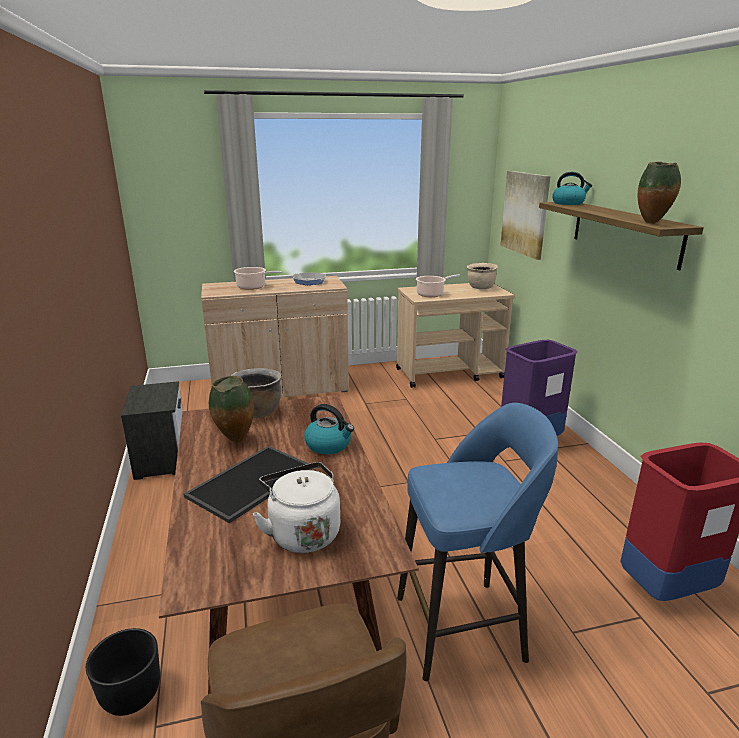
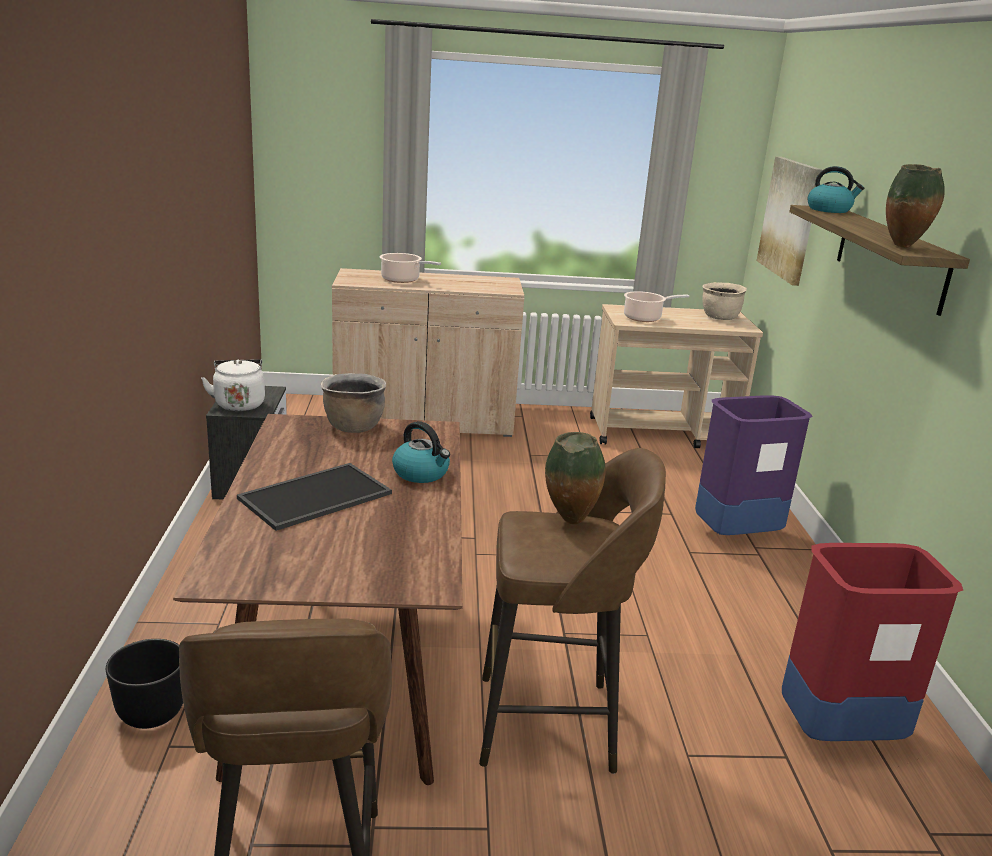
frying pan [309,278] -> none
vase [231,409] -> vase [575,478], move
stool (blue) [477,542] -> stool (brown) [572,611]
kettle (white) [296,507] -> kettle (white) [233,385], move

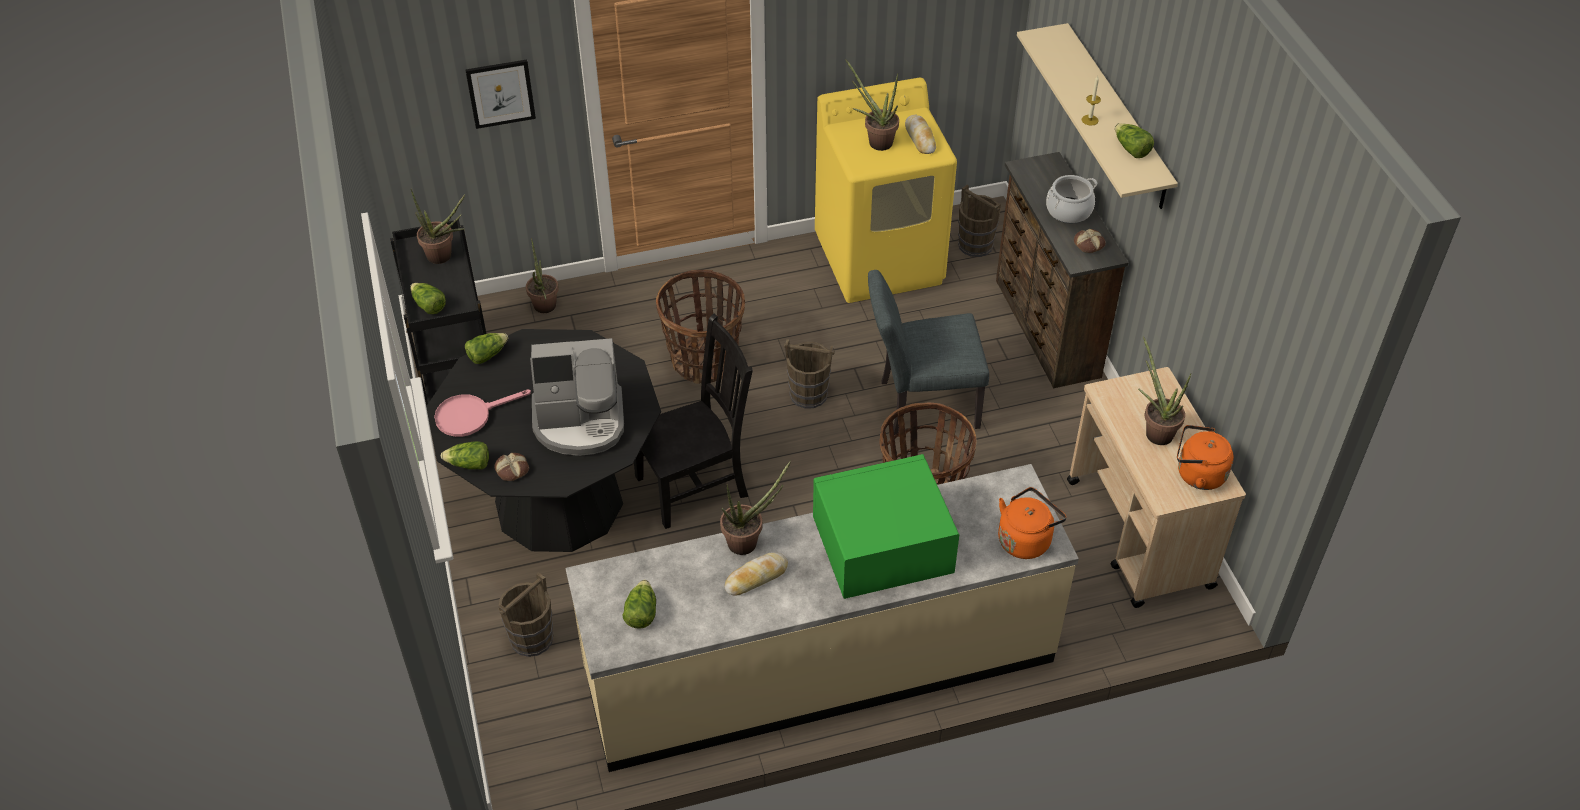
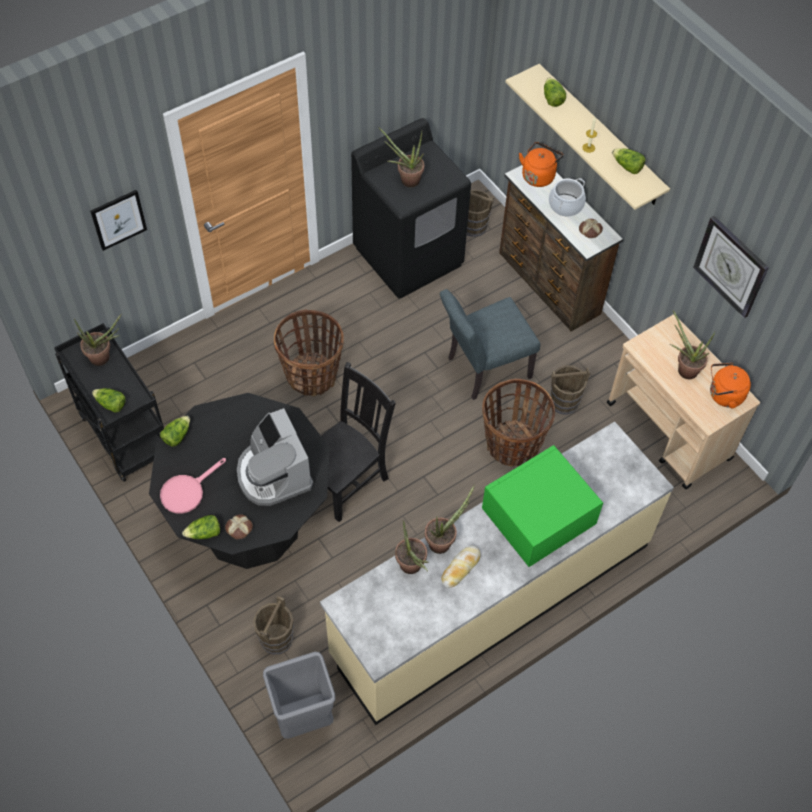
washing machine (yellow) [886,190] -> washing machine (black) [411,208]
bread [920,134] -> none
potted plant [542,275] -> potted plant [411,547], move
coffee machine [577,397] -> coffee machine [275,457], 90 degrees clockwise
bucket (brown) [809,374] -> bucket (brown) [570,390], move
kettle (orange) [1032,523] -> kettle (orange) [541,164], move
lettuce [639,604] -> lettuce [555,92], move
none -> wall clock [731,267]
none -> trash can (grey) [299,695]

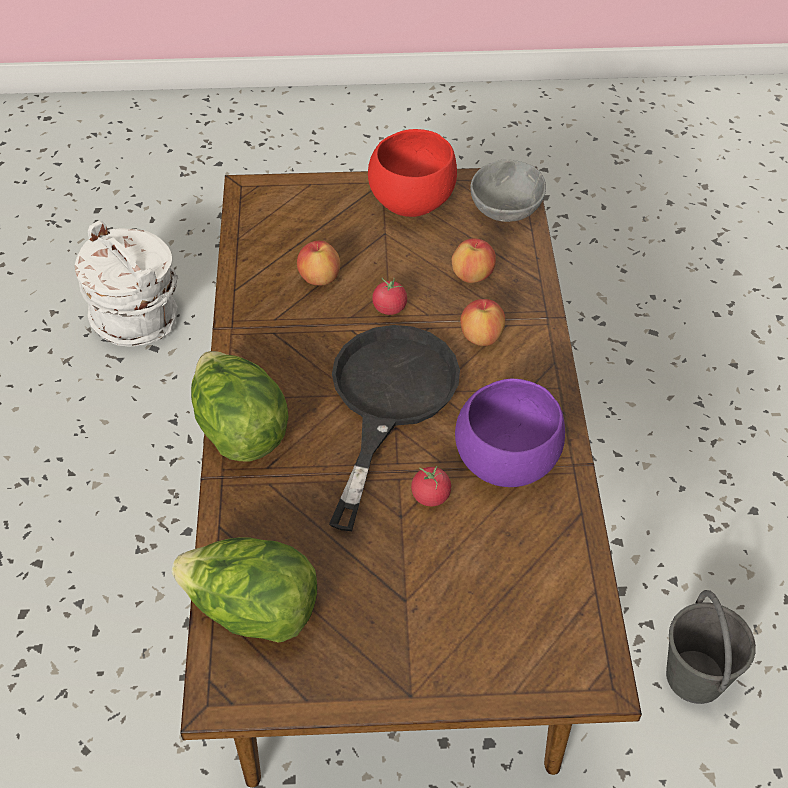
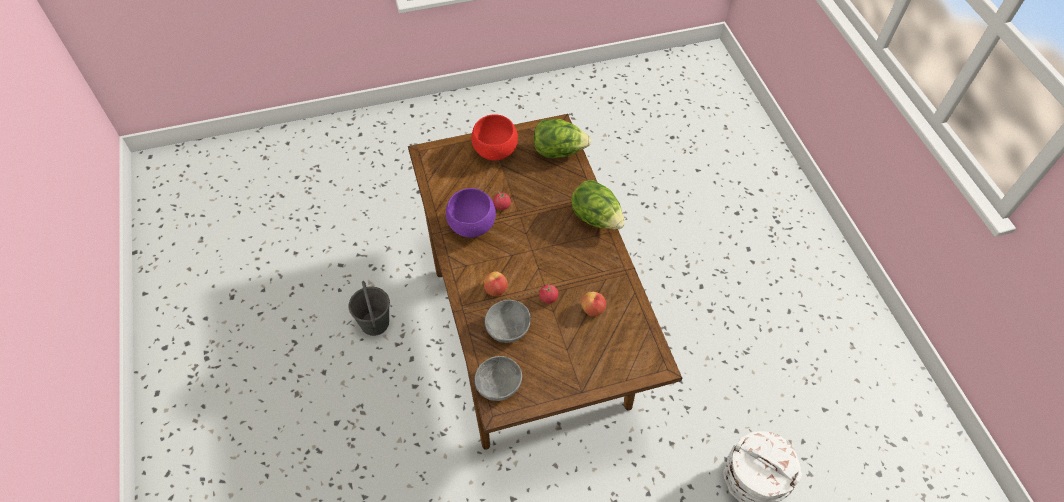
bowl (red) [412,173] -> bowl (red) [494,137], move
apple [474,260] -> bowl (grey) [508,321]
frying pan (black) [394,428] -> none

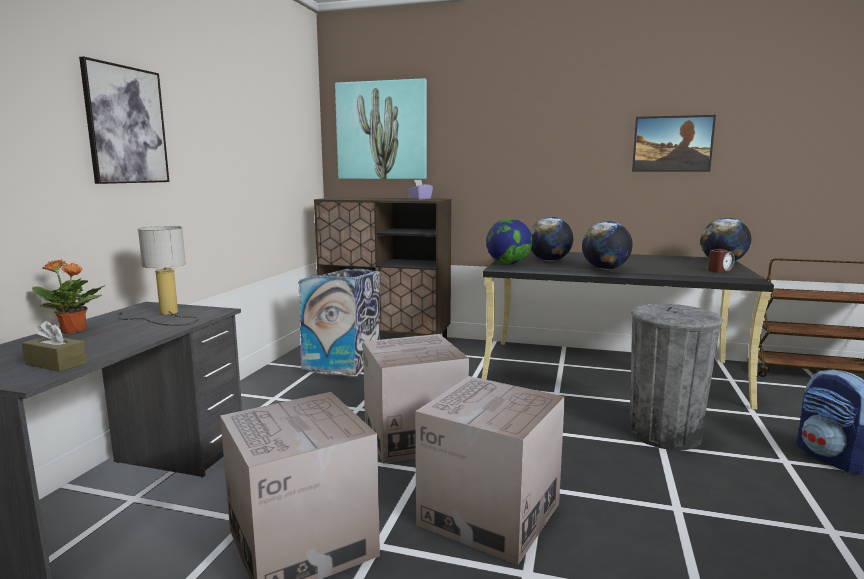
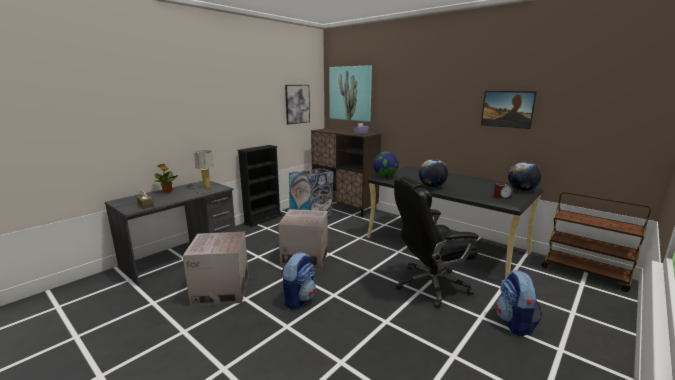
picture [124,120] -> picture [297,105], move
globe [551,239] -> none
trash can (grey) [676,377] -> office chair (black) [436,242]
cardboard box [490,470] -> backpack [298,281]
none -> bookcase (black) [259,186]

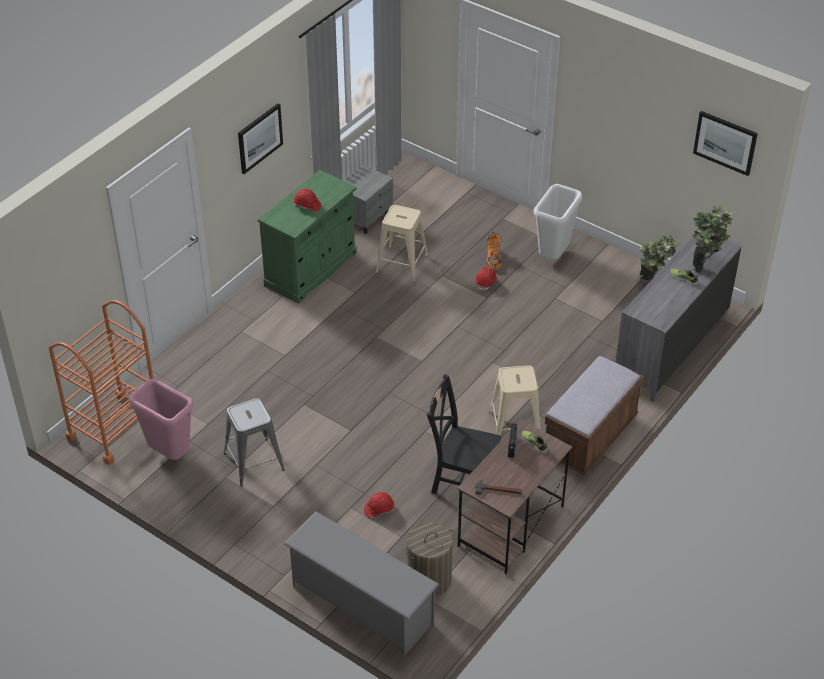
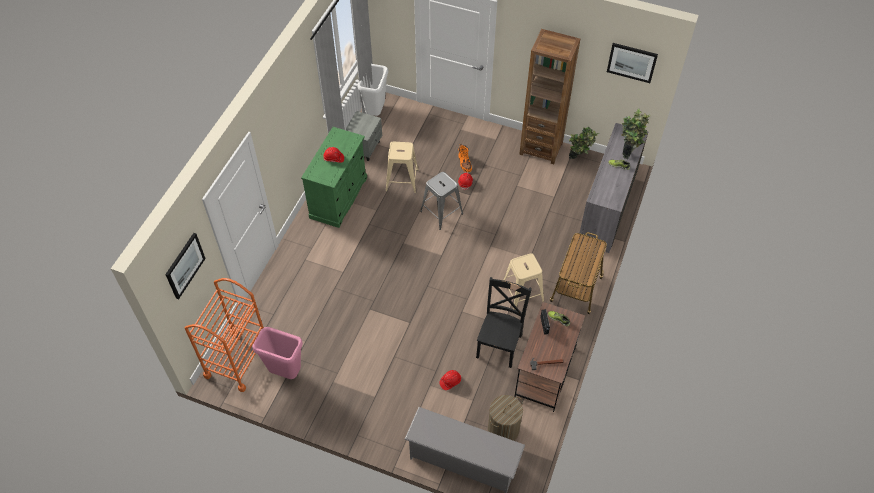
picture [260,138] -> picture [185,266], move
trash can (white) [558,221] -> trash can (white) [372,90], move
bench (brown) [594,415] -> cart [578,273]
chair (black) [464,434] -> chair (black) [504,322], 105 degrees clockwise
stool (grey) [254,442] -> stool (grey) [441,201], move
none -> bookcase (brown) [549,96]

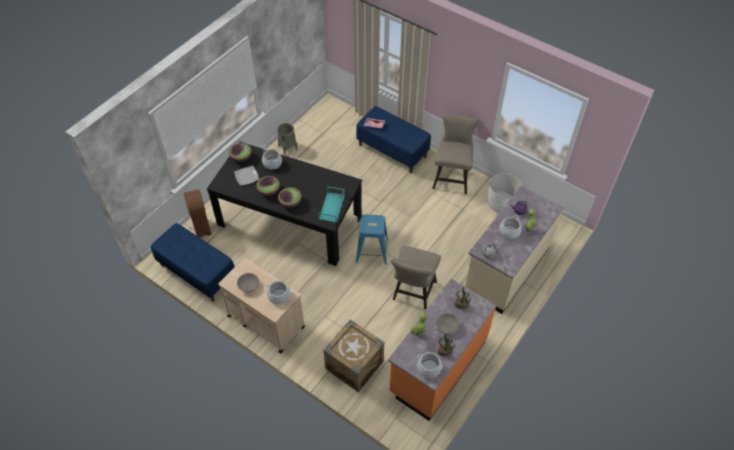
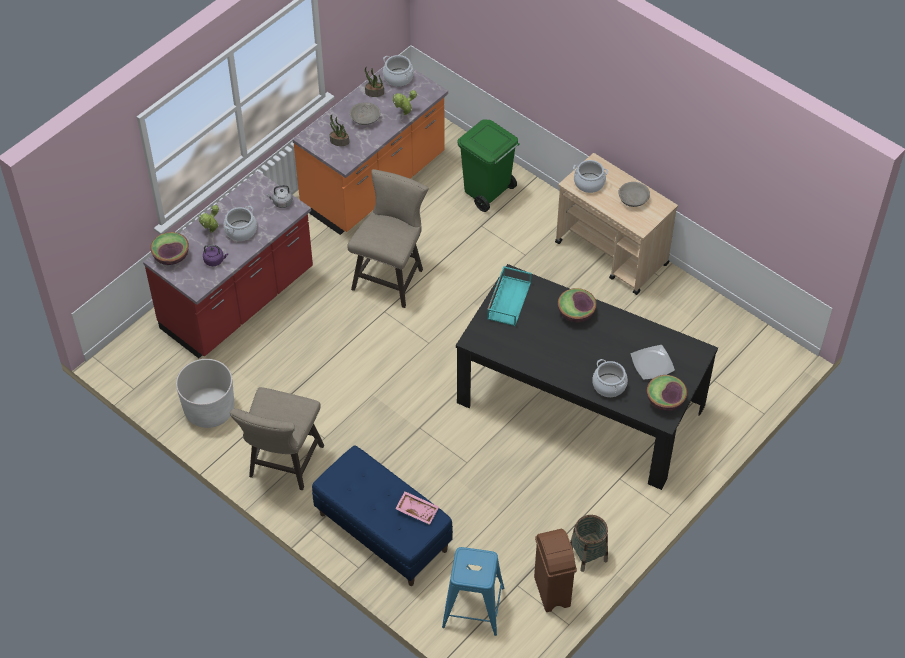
bowl [268,186] -> bowl [169,248], move
counter (beige) [514,250] -> counter (red) [228,264]
trash can (brown) [198,213] -> trash can (brown) [555,570], move
stool (blue) [372,239] -> stool (blue) [473,591], move
bench (blue) [193,262] -> none
crate [353,355] -> trash can (green) [488,165]

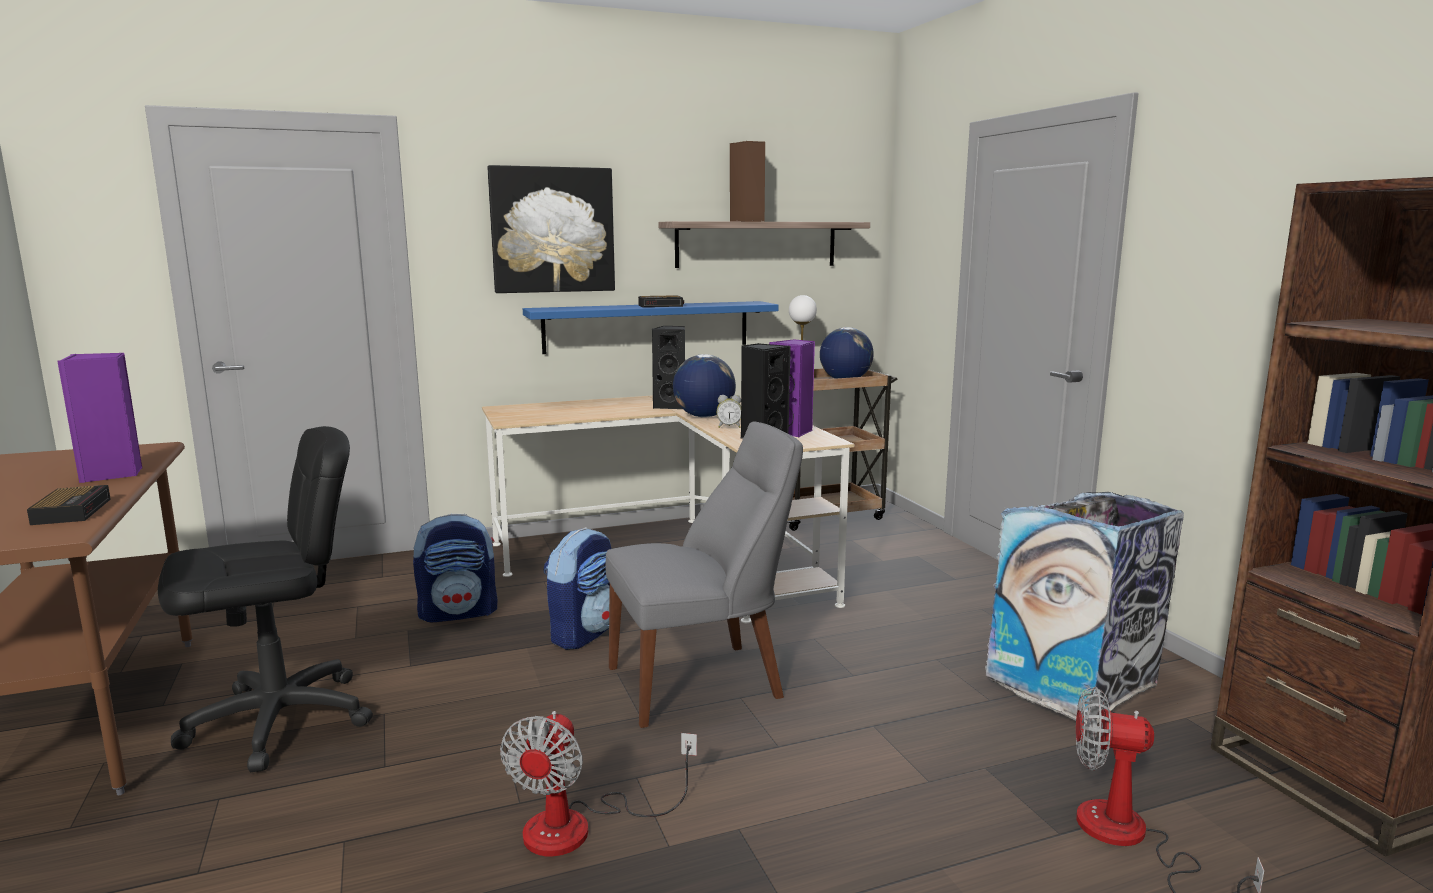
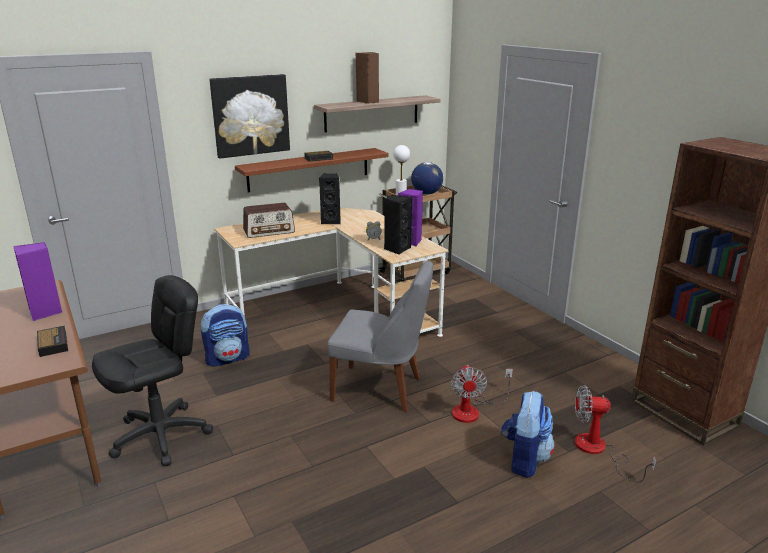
shelf (blue) [651,327] -> shelf (brown) [312,170]
globe [704,386] -> none
chair (grey) [704,574] -> chair (grey) [380,336], 45 degrees clockwise
trash can [1084,608] -> none
backpack [578,588] -> backpack [528,434], move
fan [598,783] -> fan [482,394], move
none -> radio [269,220]

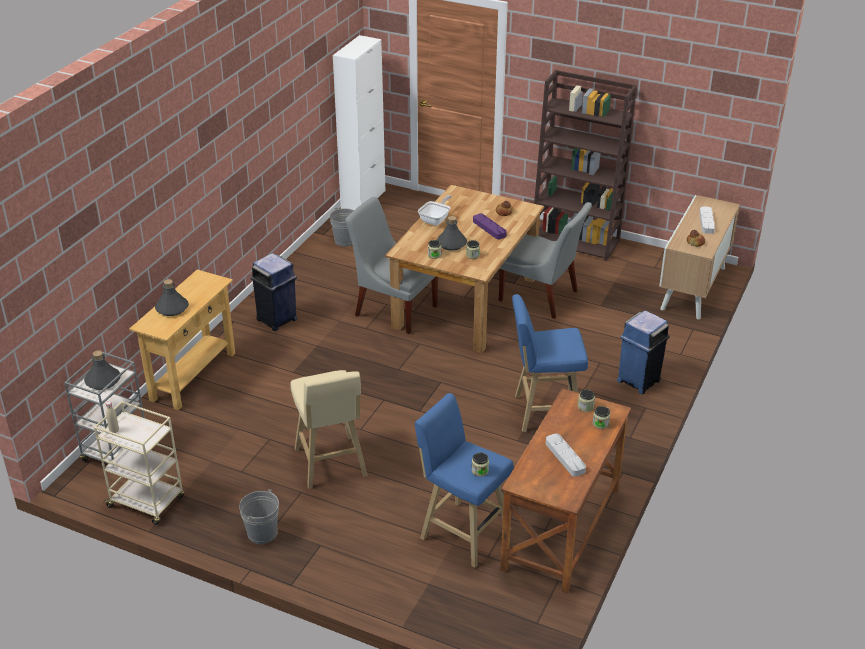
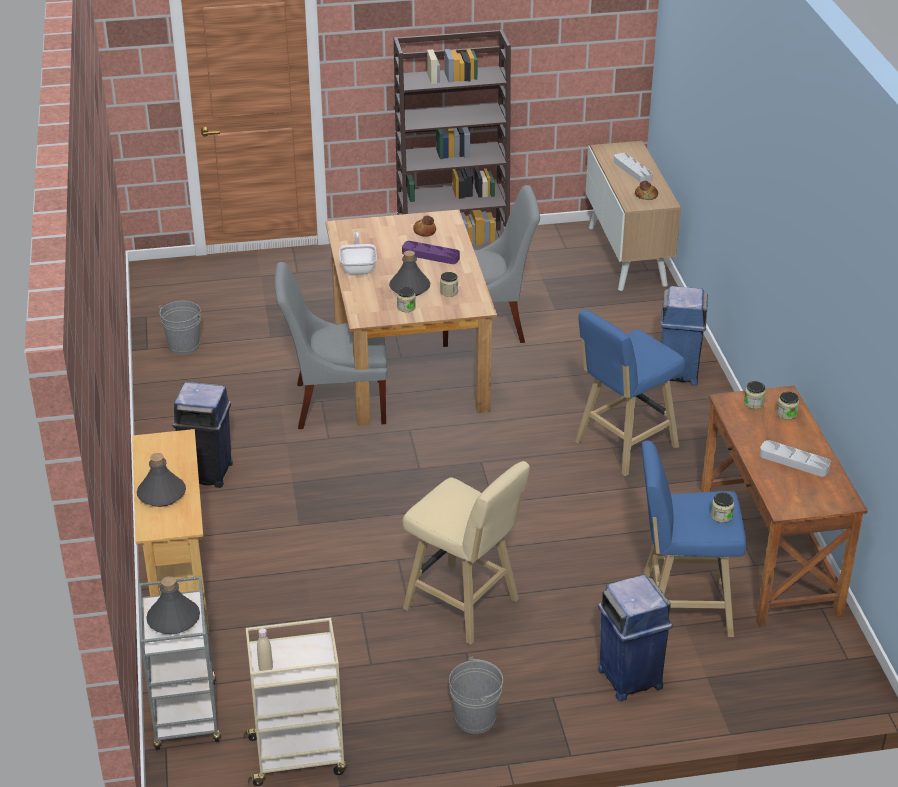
cabinet (white) [359,122] -> none
none -> trash can (blue) [635,638]

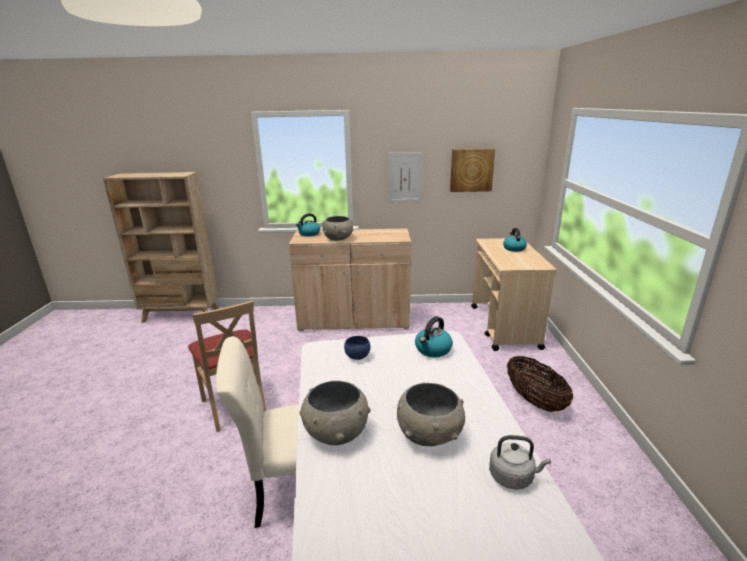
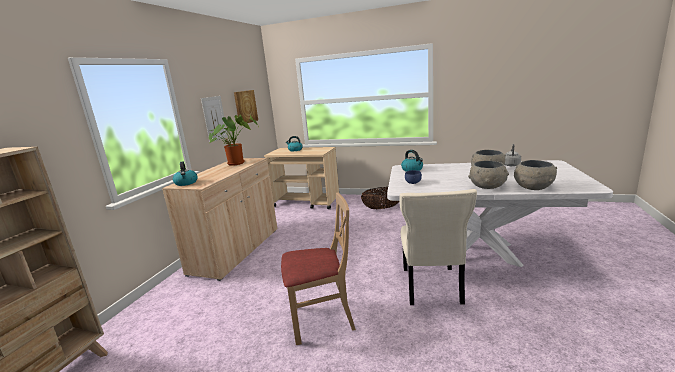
bowl (grey) [338,228] -> bowl (grey) [535,175], move
none -> potted plant [233,140]

